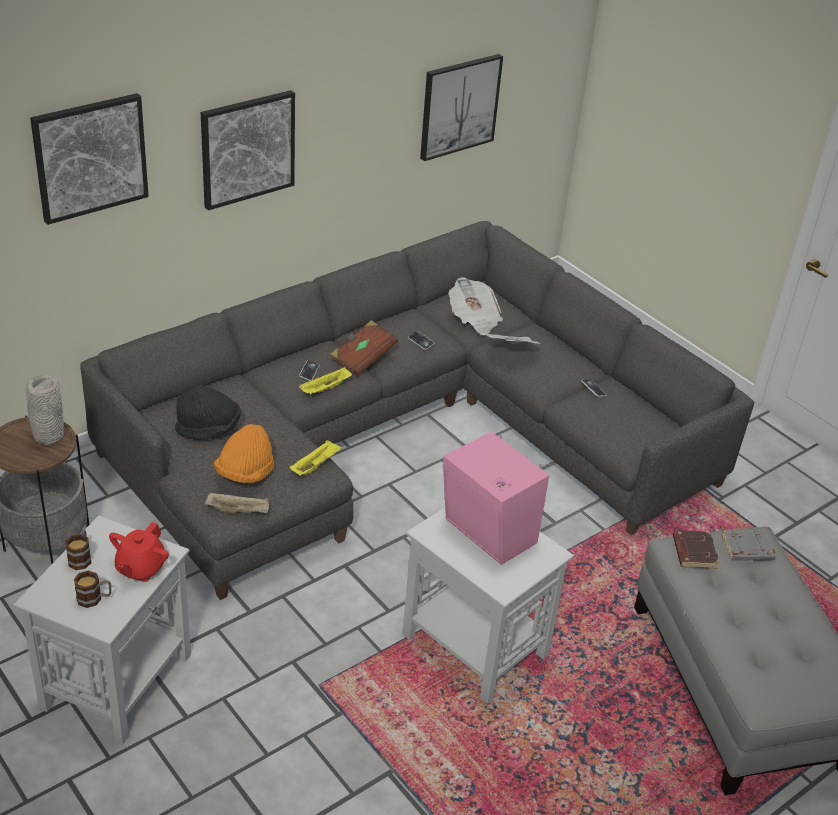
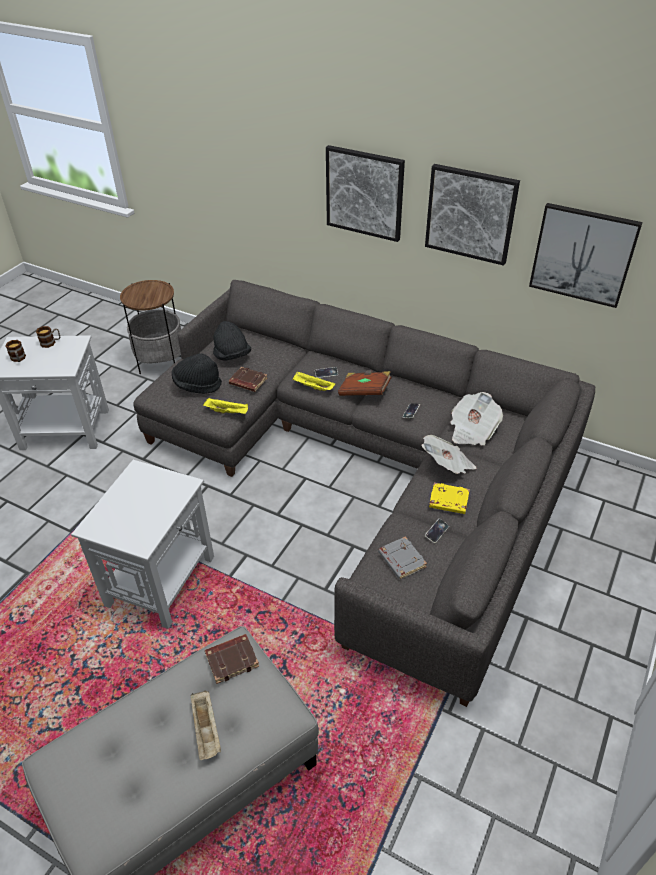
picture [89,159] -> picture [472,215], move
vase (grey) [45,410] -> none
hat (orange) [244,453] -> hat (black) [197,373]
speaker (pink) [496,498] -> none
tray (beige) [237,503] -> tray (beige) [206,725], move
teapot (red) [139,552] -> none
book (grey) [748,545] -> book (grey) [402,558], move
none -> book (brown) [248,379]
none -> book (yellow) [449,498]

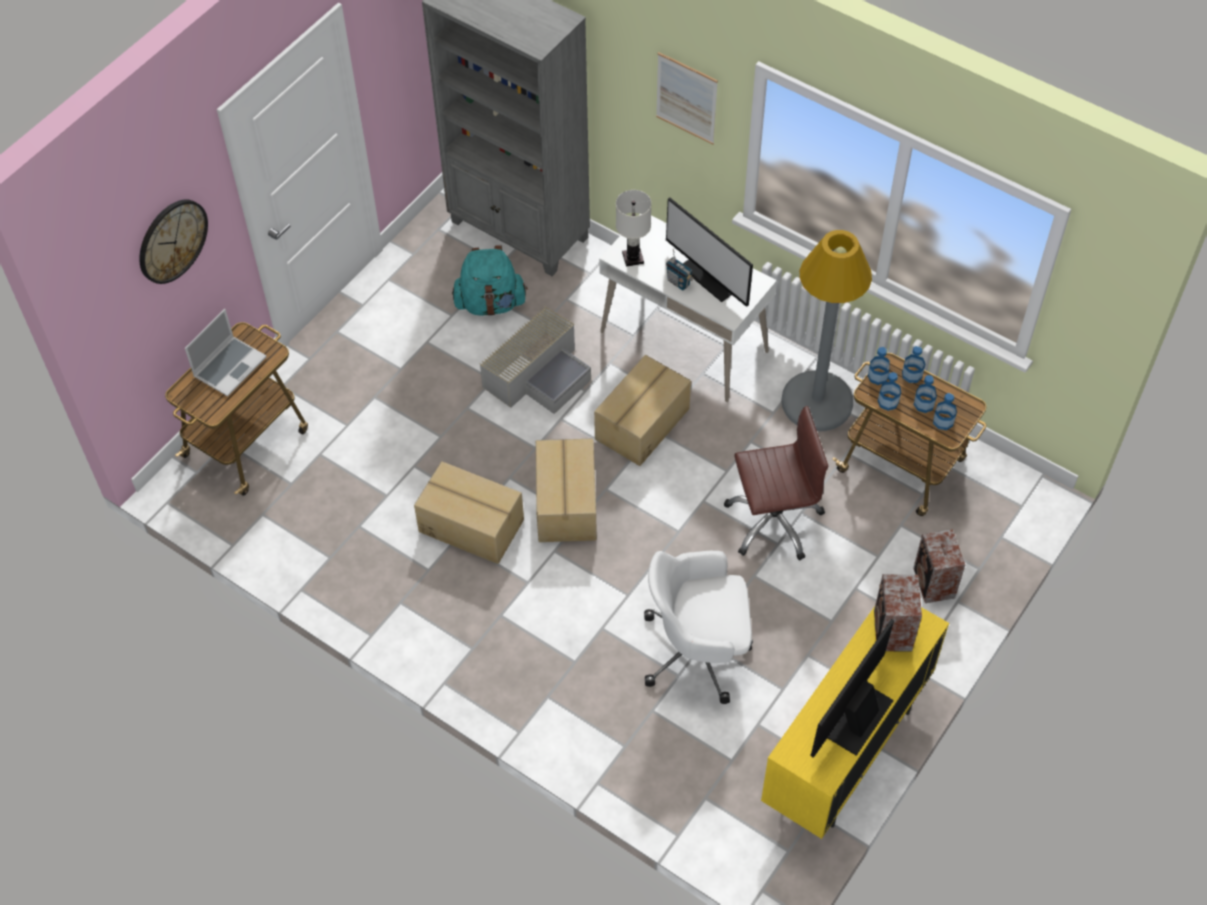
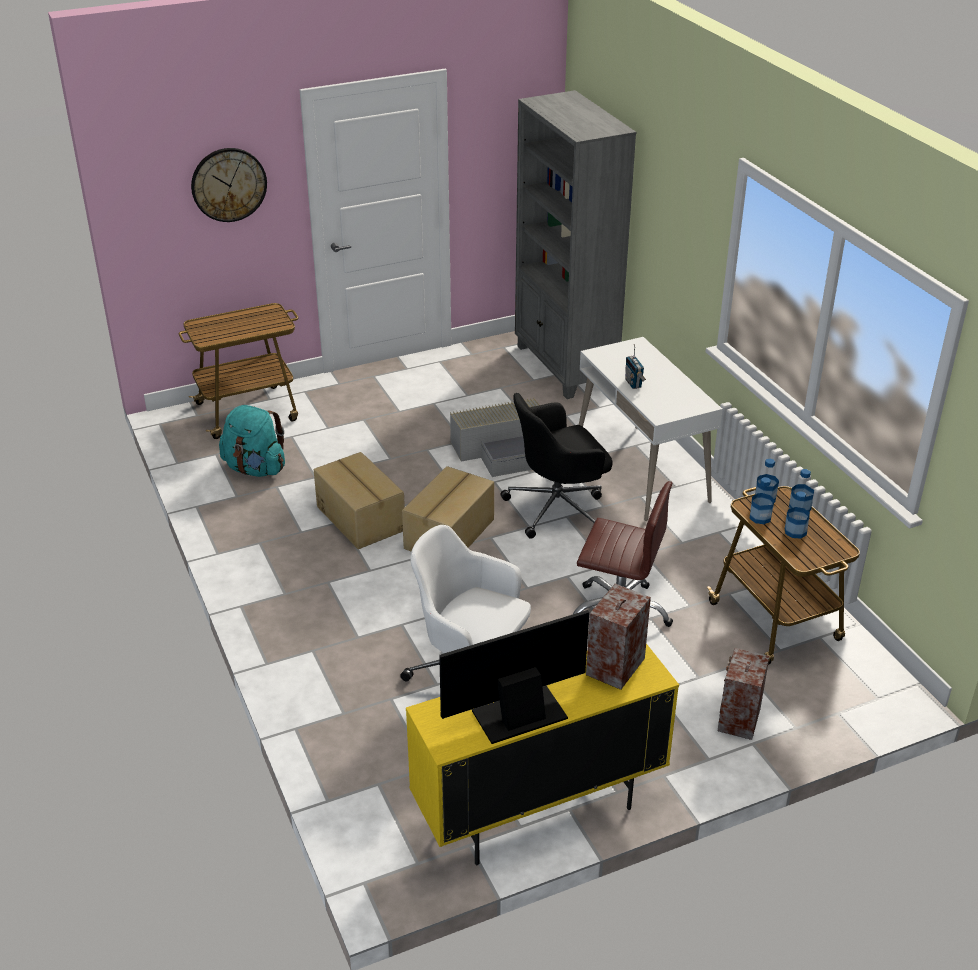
picture [687,98] -> none
table lamp (white) [633,228] -> none
monitor [709,252] -> none
floor lamp (grey) [826,330] -> none
backpack (turquoise) [490,281] -> backpack (turquoise) [252,441], move
laptop [226,352] -> none
cardboard box [642,410] -> office chair (black) [556,466]
bottle [945,411] -> none

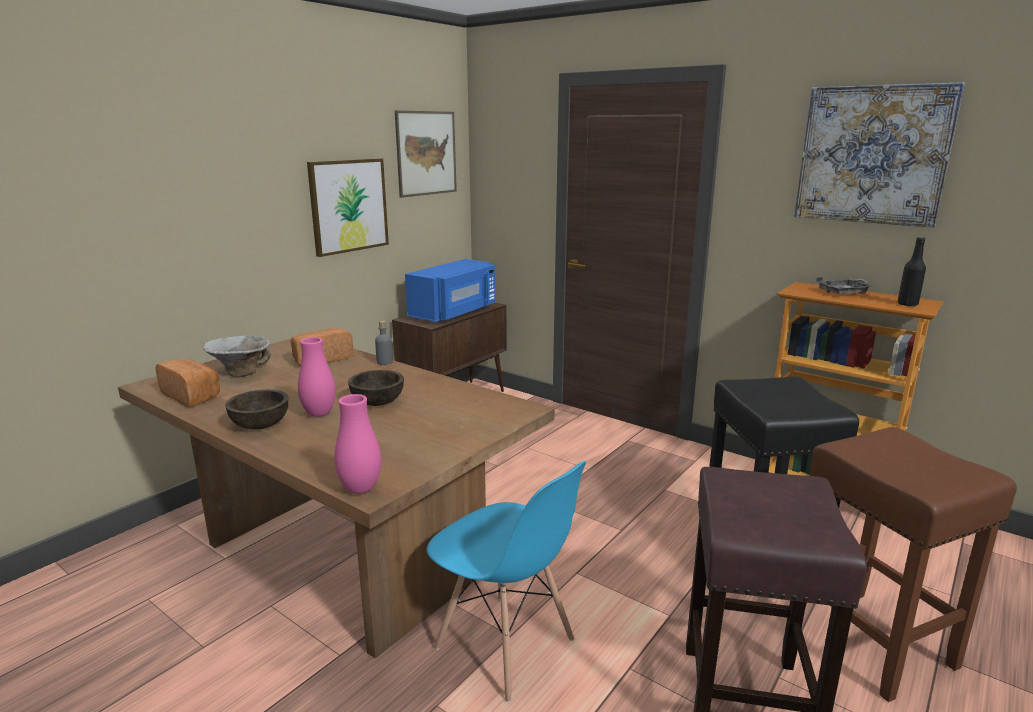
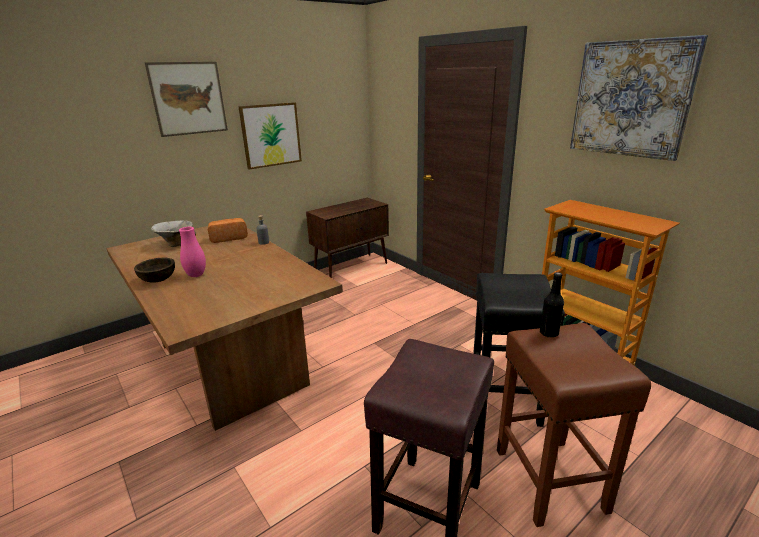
picture [426,154] -> picture [186,99], move
bottle (black) [911,272] -> bottle (black) [552,304], move
microwave (blue) [450,290] -> none
tray (grey) [845,285] -> none
bread [187,383] -> none
bowl (brown) [376,388] -> none
vase (pink) [357,444] -> none
chair (blue) [506,581] -> none

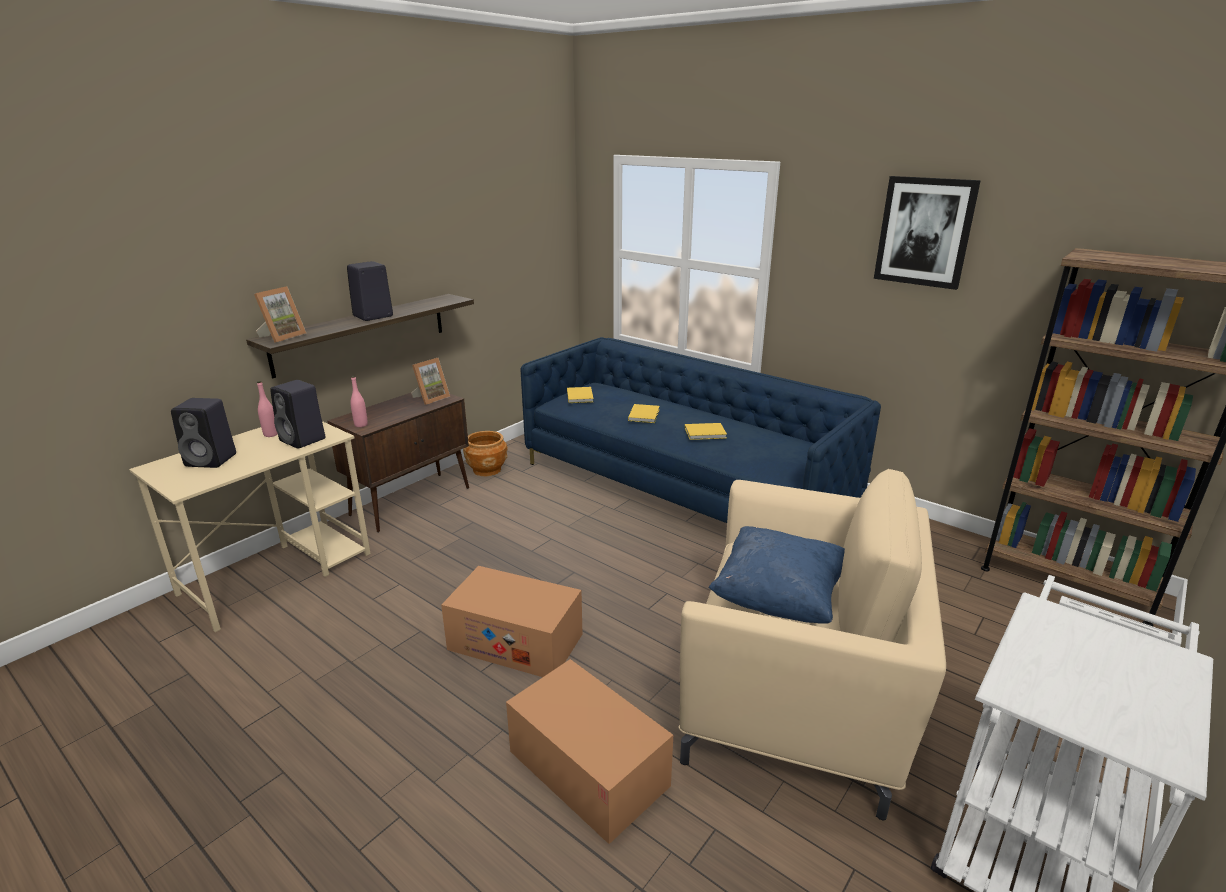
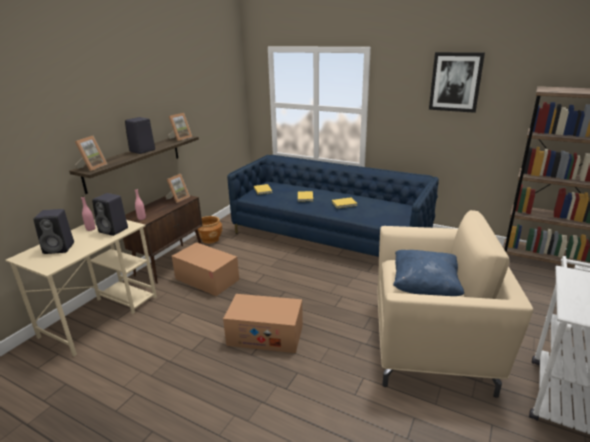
cardboard box [589,751] -> cardboard box [205,269], move
none -> picture frame [180,127]

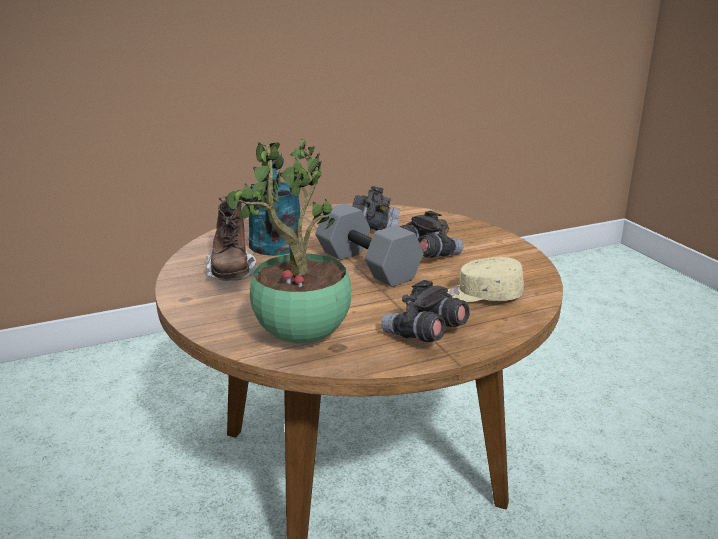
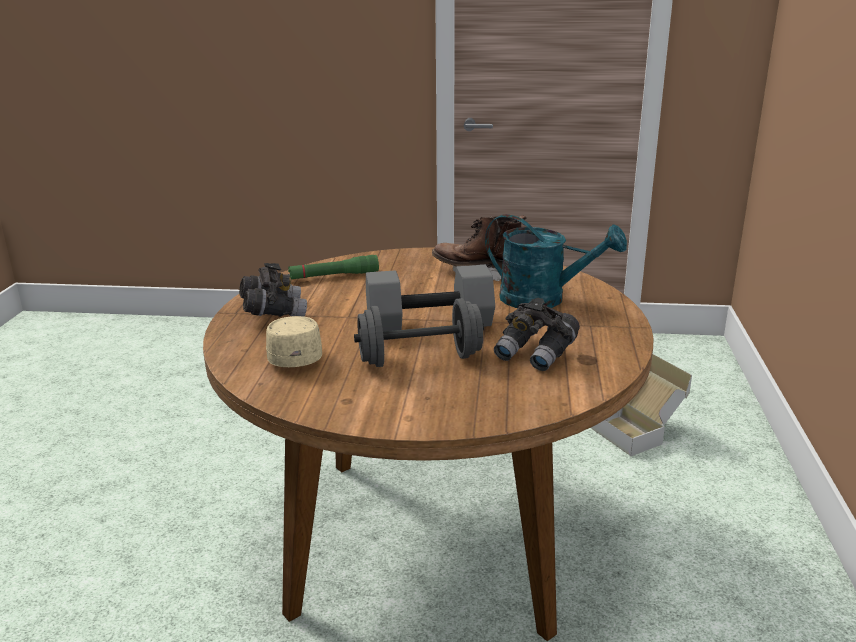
potted plant [288,241] -> flashlight (green) [333,267]
binoculars (grey) [431,234] -> dumbbell (grey) [419,332]
cap (beige) [485,279] -> cap (beige) [294,341], 45 degrees counterclockwise
none -> cardboard box [641,405]

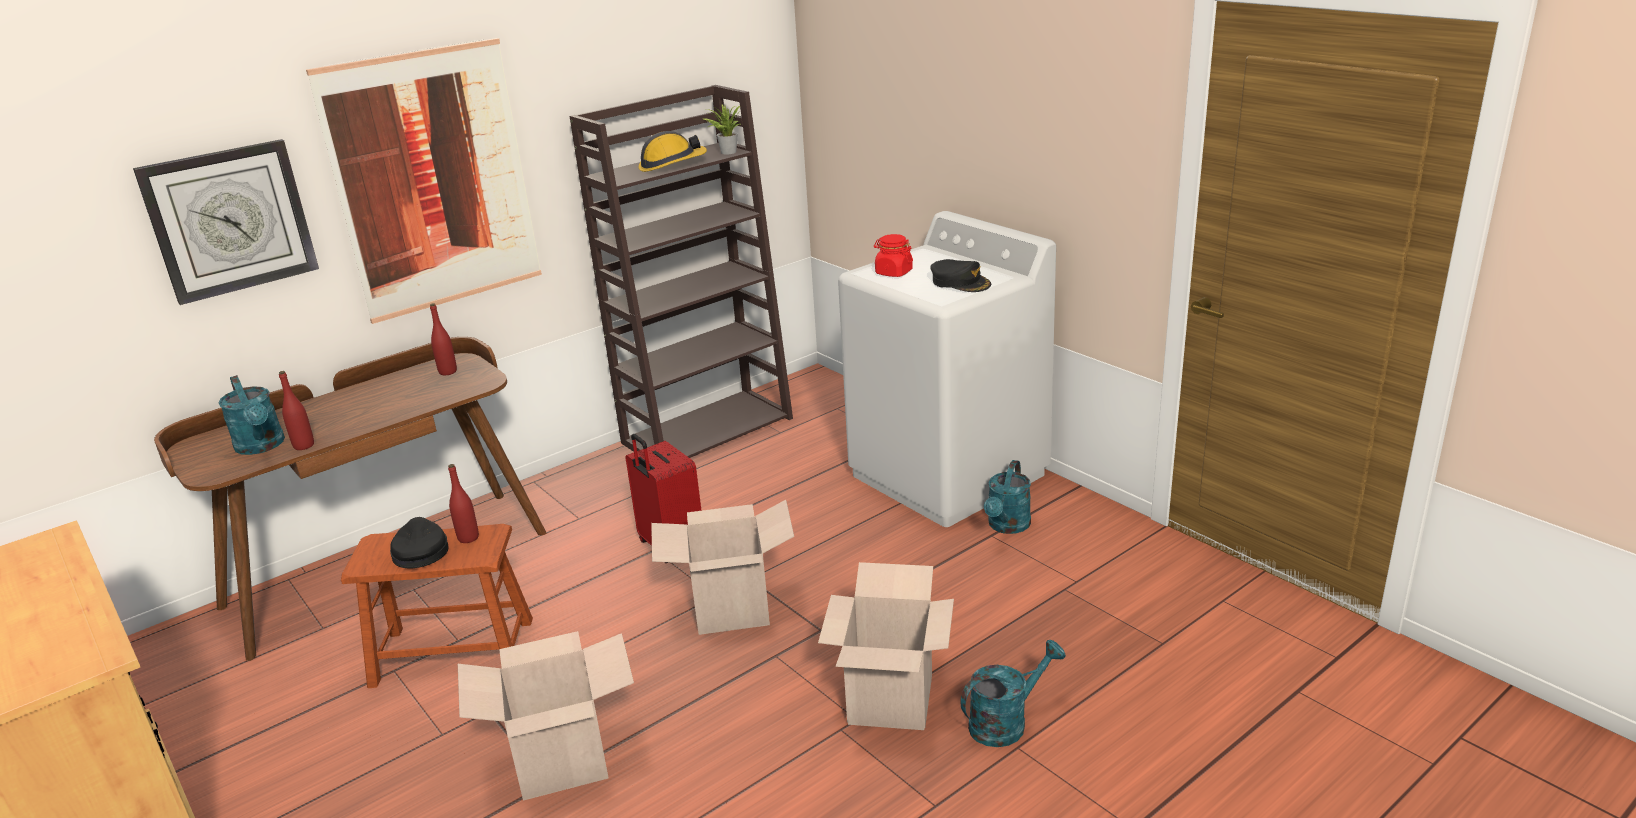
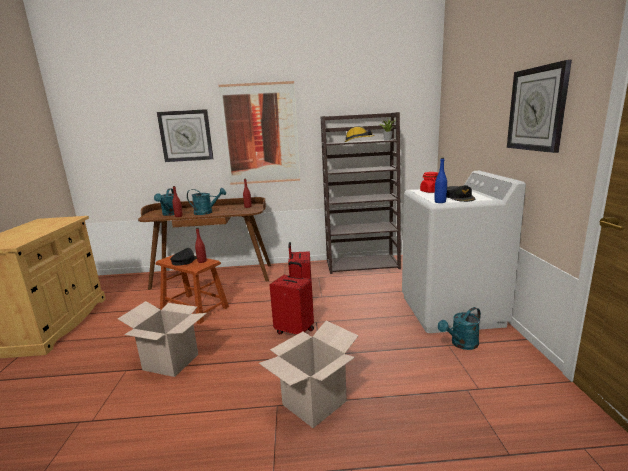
cardboard box [722,567] -> suitcase (red) [292,298]
watering can (turquoise) [1013,693] -> watering can (turquoise) [206,201], move
none -> wall clock [539,106]
none -> bottle (blue) [441,180]

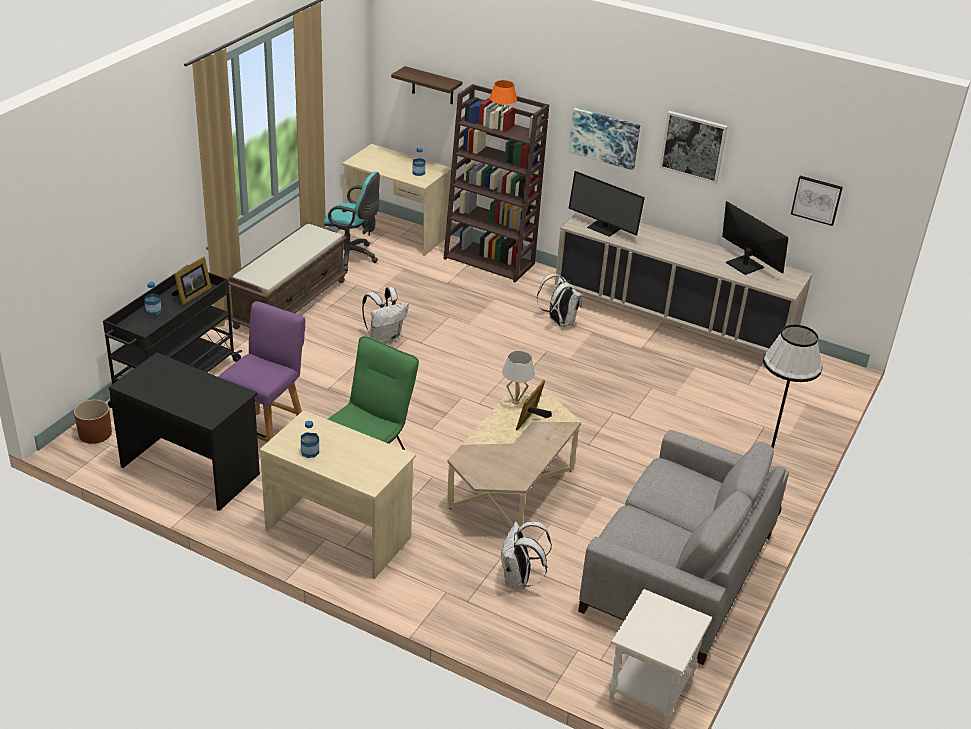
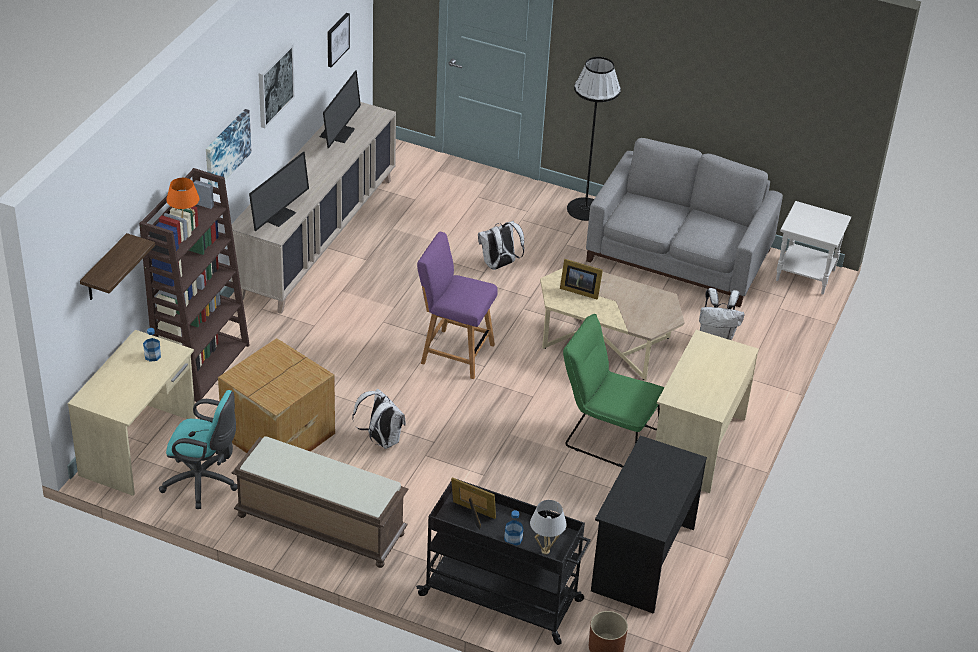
office chair (turquoise) [352,221] -> office chair (turquoise) [198,449], 90 degrees clockwise
monitor [755,238] -> monitor [340,109], 150 degrees clockwise
backpack (white) [559,300] -> backpack (white) [501,245], move
chair (purple) [262,371] -> chair (purple) [457,305], move
table lamp (white) [518,377] -> table lamp (white) [548,527], move
bottle [310,439] -> none
none -> cardboard box [276,395]

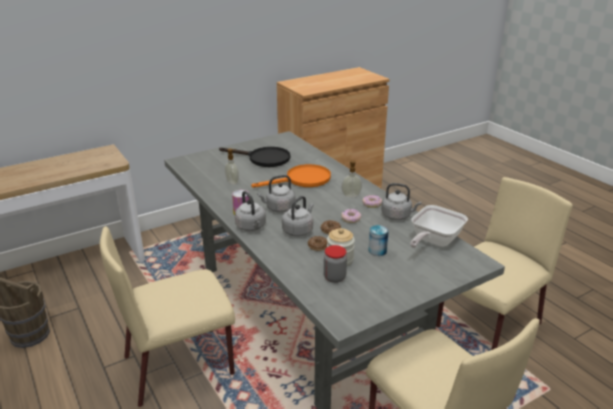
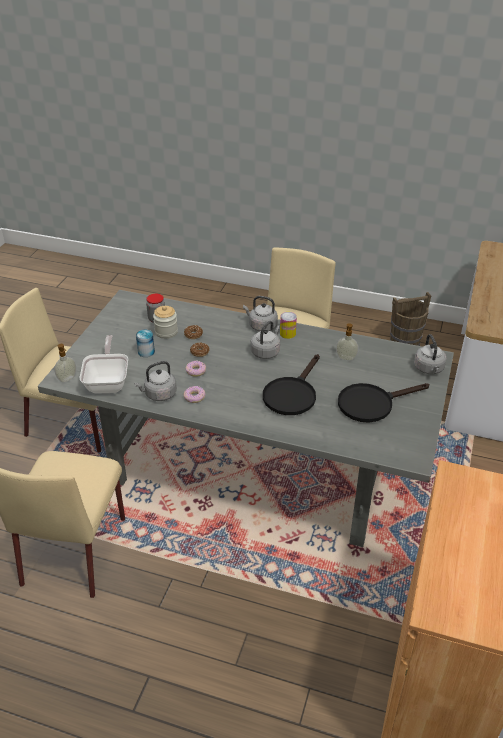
soap dispenser [351,178] -> soap dispenser [65,363], move
frying pan (orange) [291,176] -> frying pan (black) [291,384]
kettle (grey) [298,216] -> kettle (grey) [430,354], move

